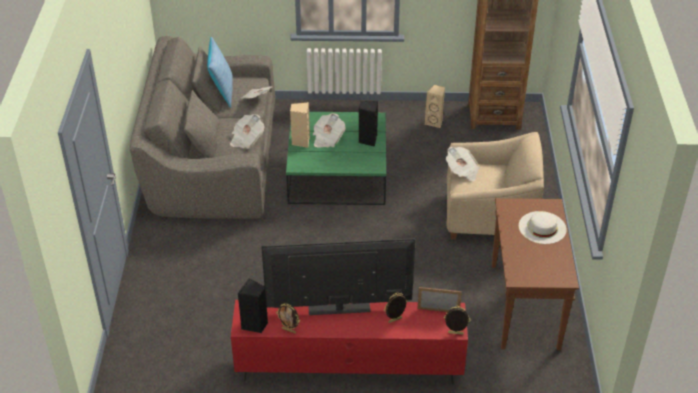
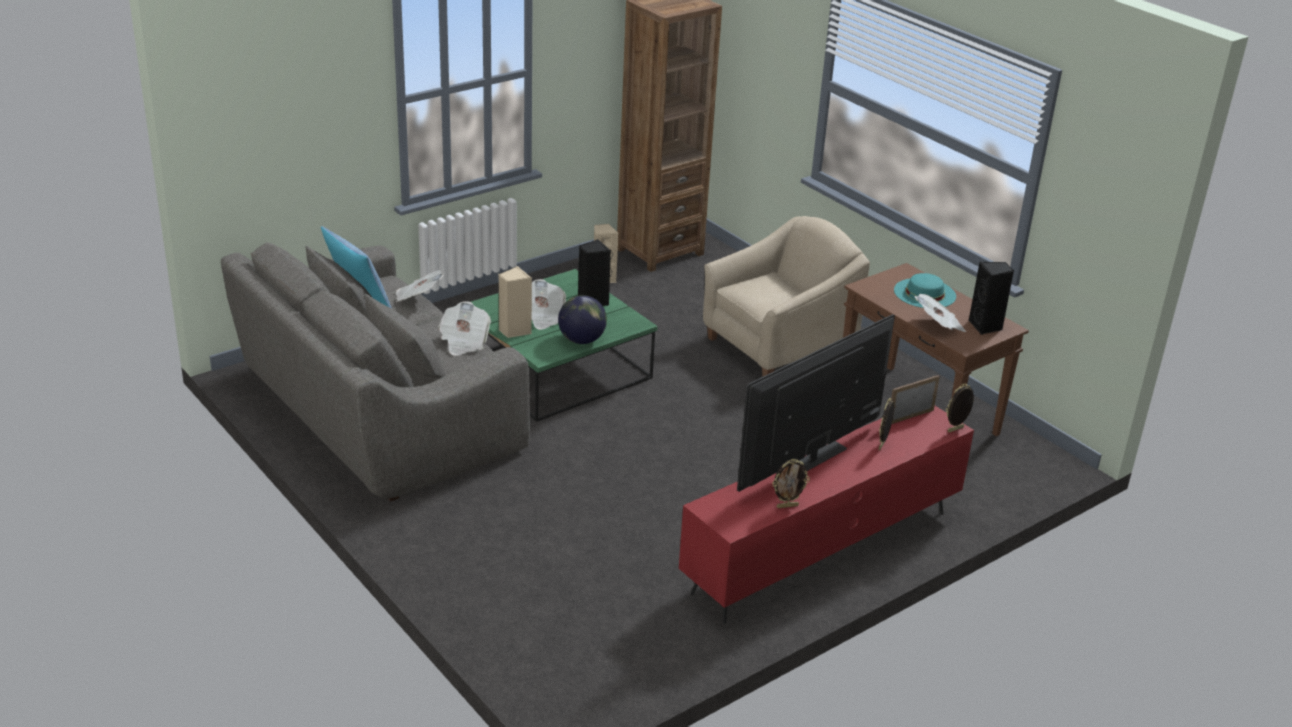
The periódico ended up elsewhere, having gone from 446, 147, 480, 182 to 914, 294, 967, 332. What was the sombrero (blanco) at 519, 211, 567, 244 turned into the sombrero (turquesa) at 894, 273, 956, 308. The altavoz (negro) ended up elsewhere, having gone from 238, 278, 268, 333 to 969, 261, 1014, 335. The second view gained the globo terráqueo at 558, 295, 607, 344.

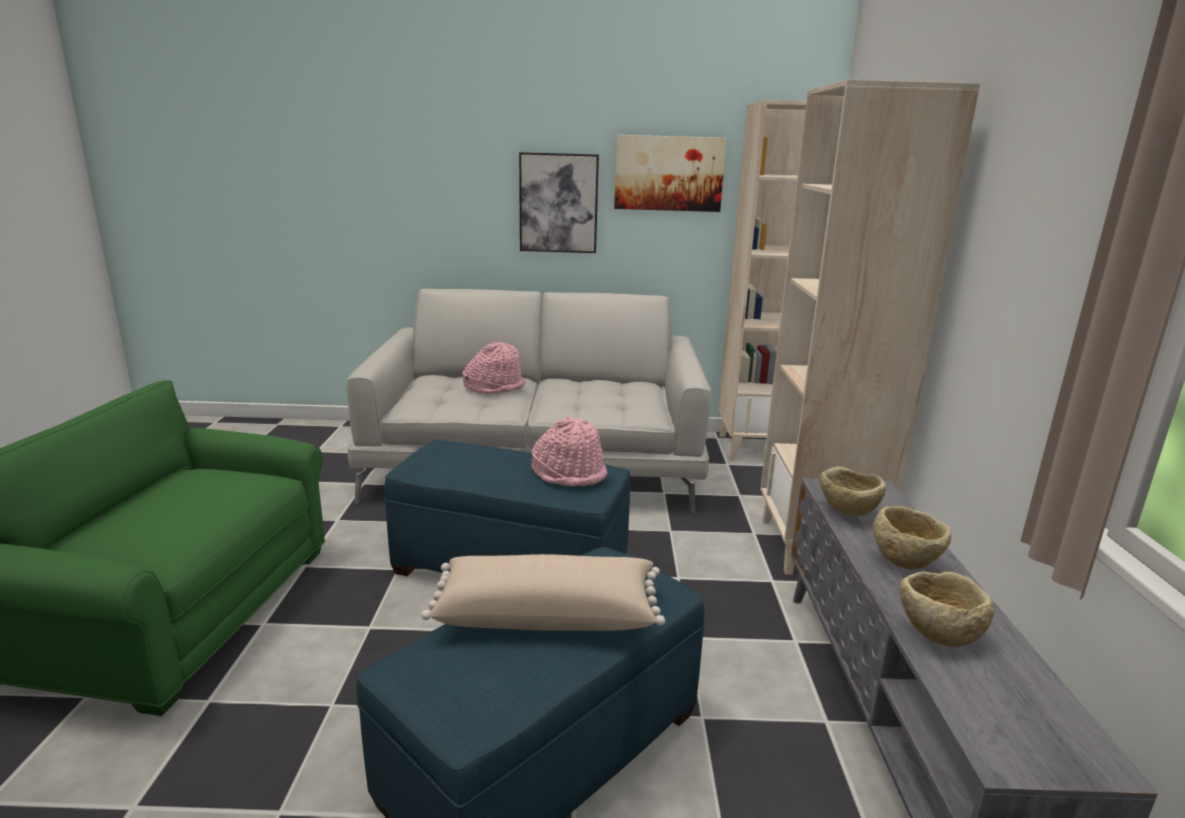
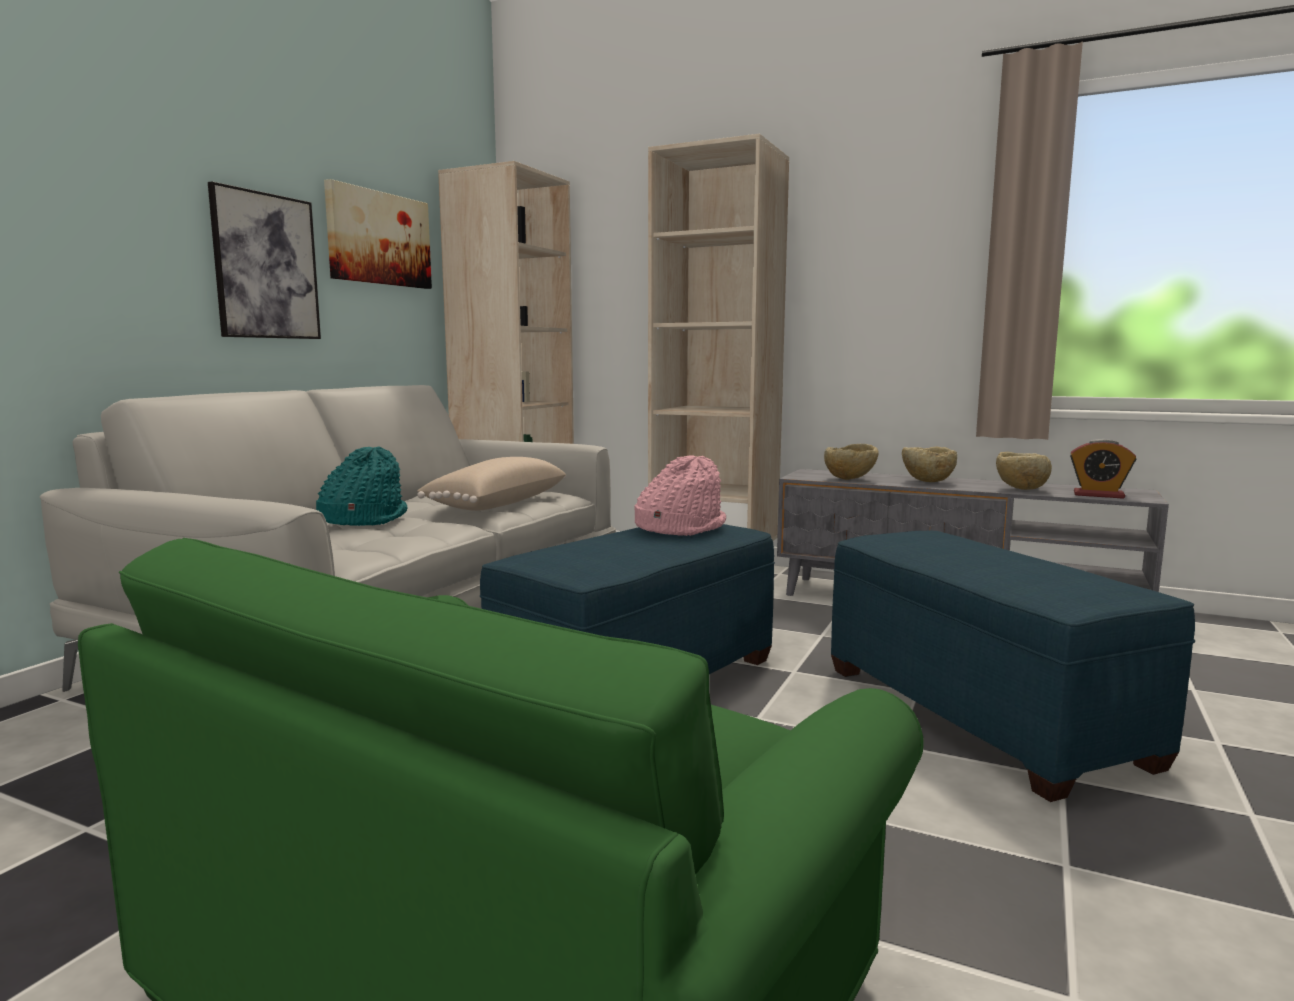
What was the sombrero (rosa) at 463, 342, 525, 394 turned into the sombrero (turquesa) at 316, 447, 408, 526. The cojín (beis) ended up elsewhere, having gone from 421, 554, 665, 631 to 417, 457, 566, 511. The second view gained the despertador at 1070, 439, 1136, 499.

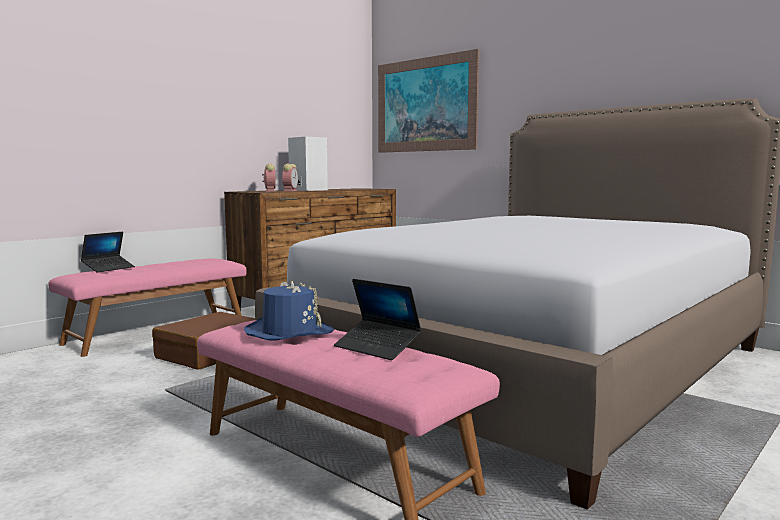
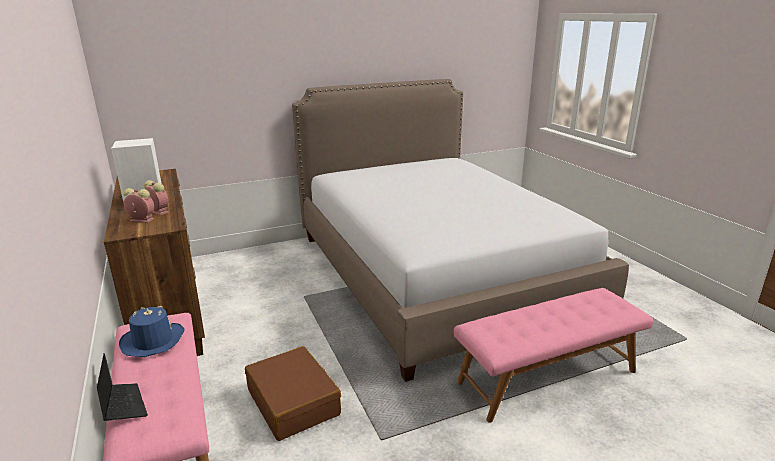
The second view lost the cuadro at 378, 49, 479, 153. The second view lost the portátil at 334, 279, 422, 360. The sombrero (azul) ended up elsewhere, having gone from 244, 280, 334, 341 to 119, 306, 185, 357.

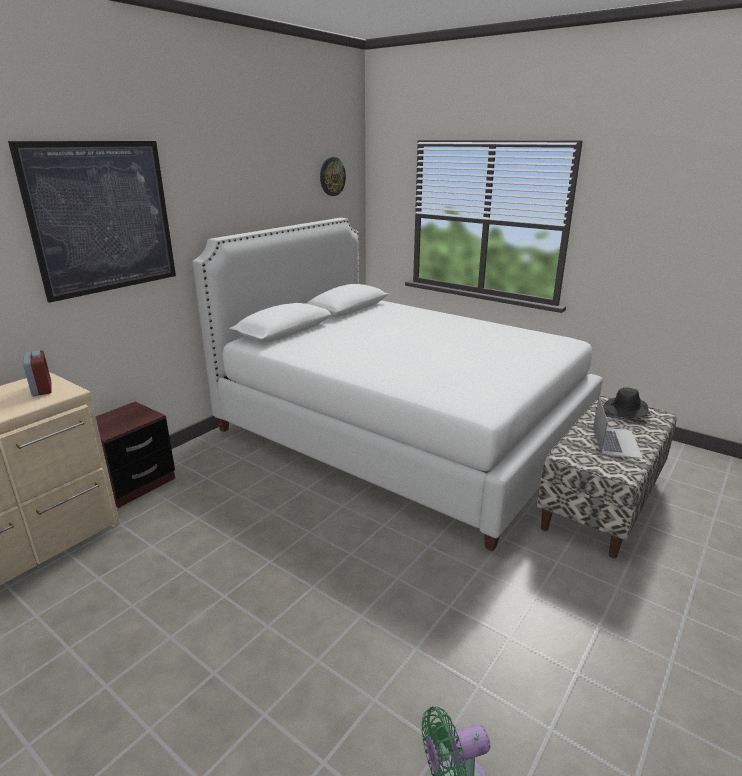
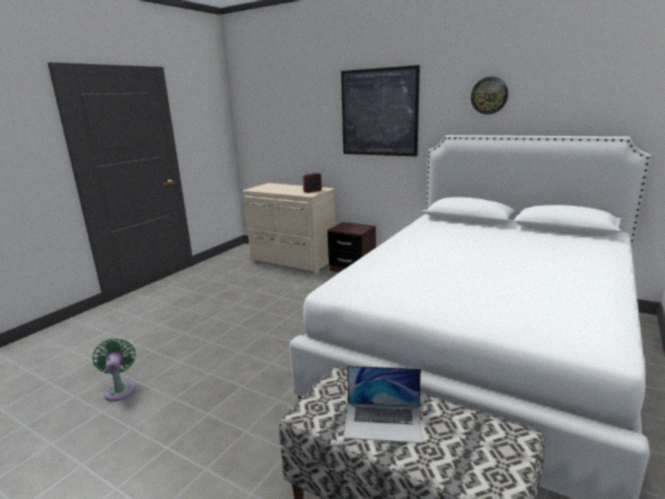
The reloj de pared ended up elsewhere, having gone from 320, 157, 346, 196 to 471, 77, 508, 115. The second view lost the sombrero (negro) at 603, 387, 650, 418.

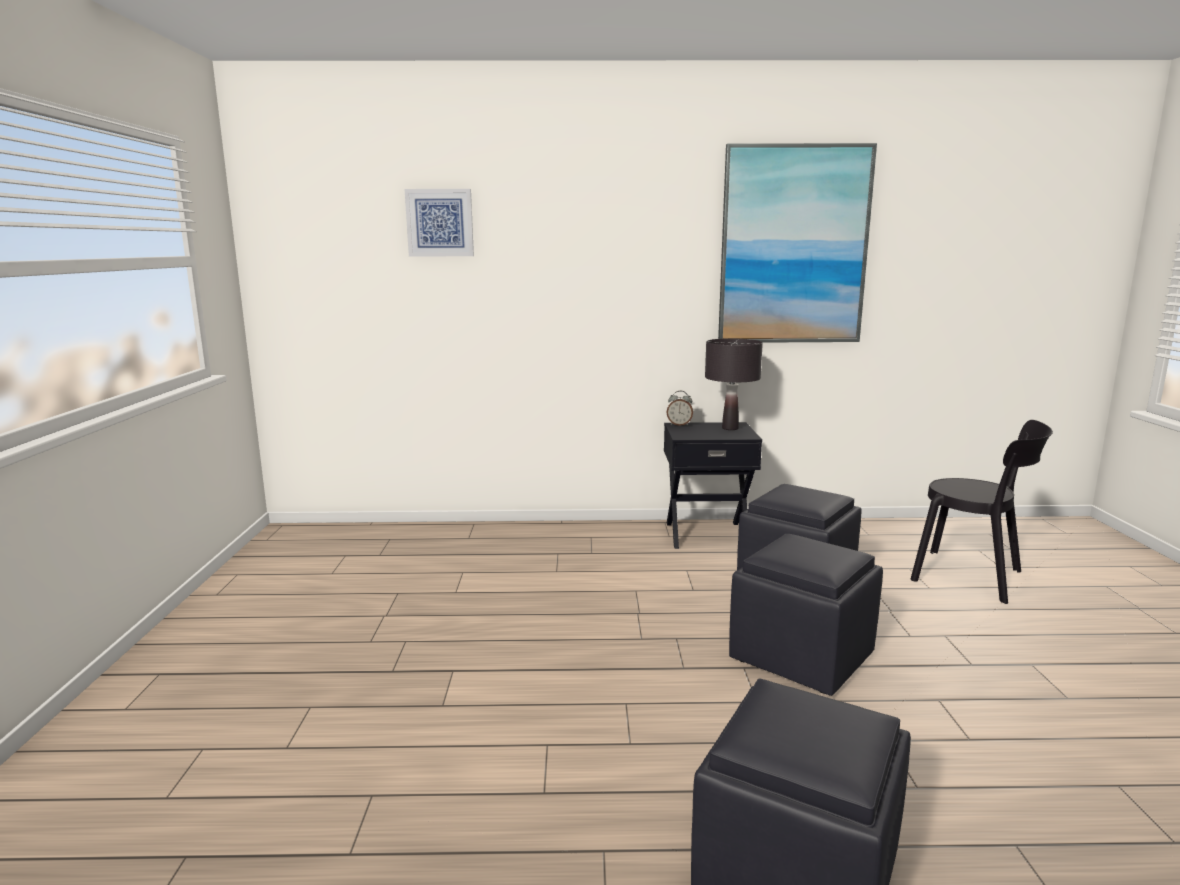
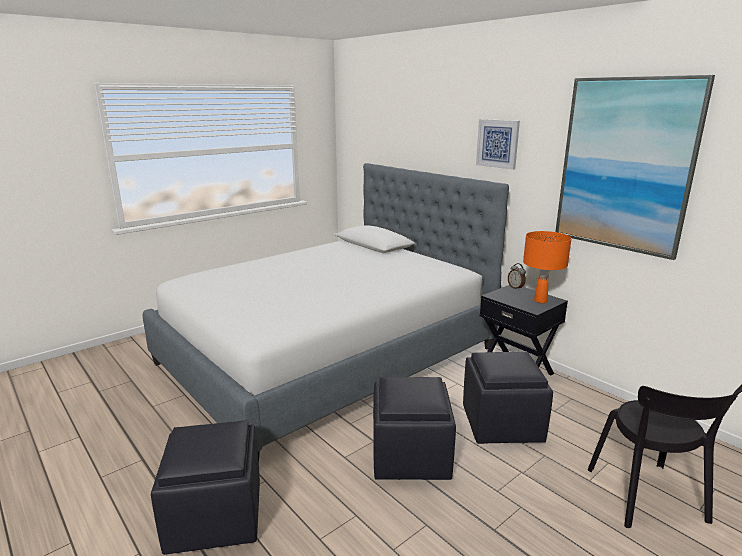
The cuadro ended up elsewhere, having gone from 405, 189, 474, 257 to 476, 119, 520, 170. What was the lámpara de mesa (negro) at 705, 338, 763, 430 turned into the lámpara de mesa (naranja) at 523, 231, 571, 303. The second view gained the cama at 143, 163, 509, 462.

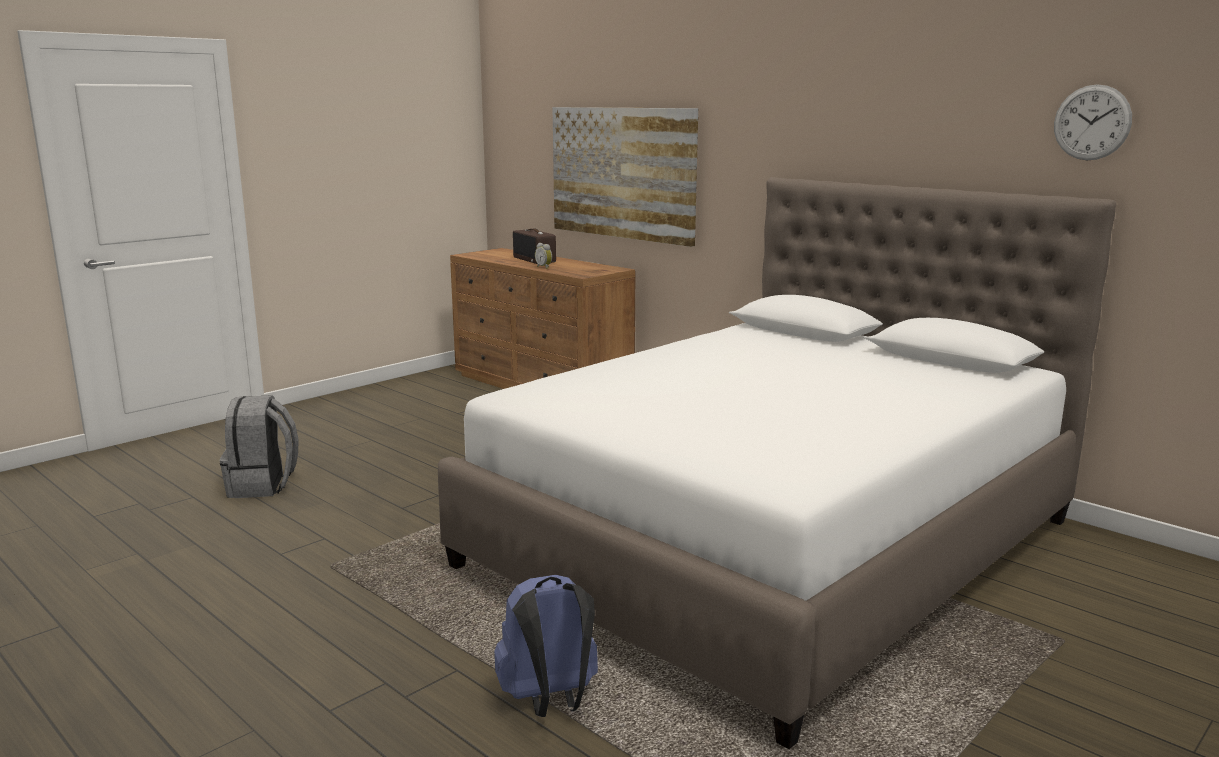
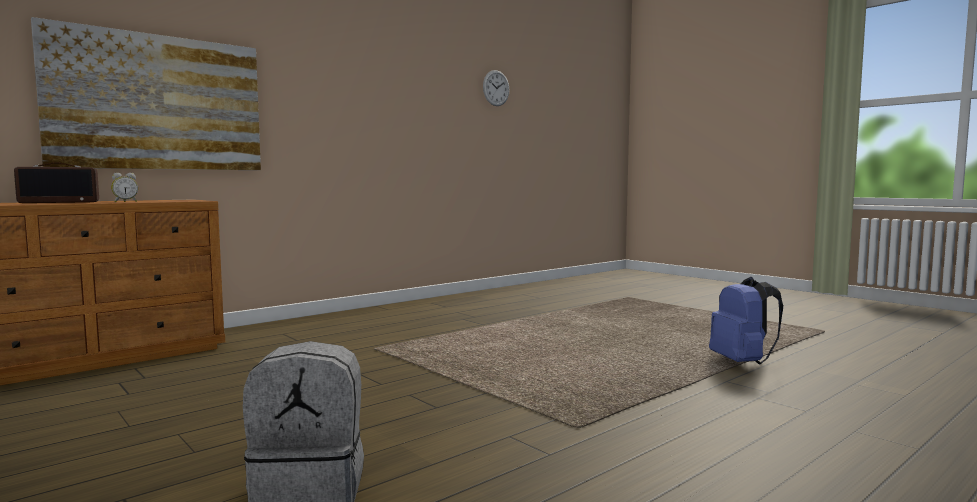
The second view lost the cama (blanco) at 438, 177, 1116, 749.

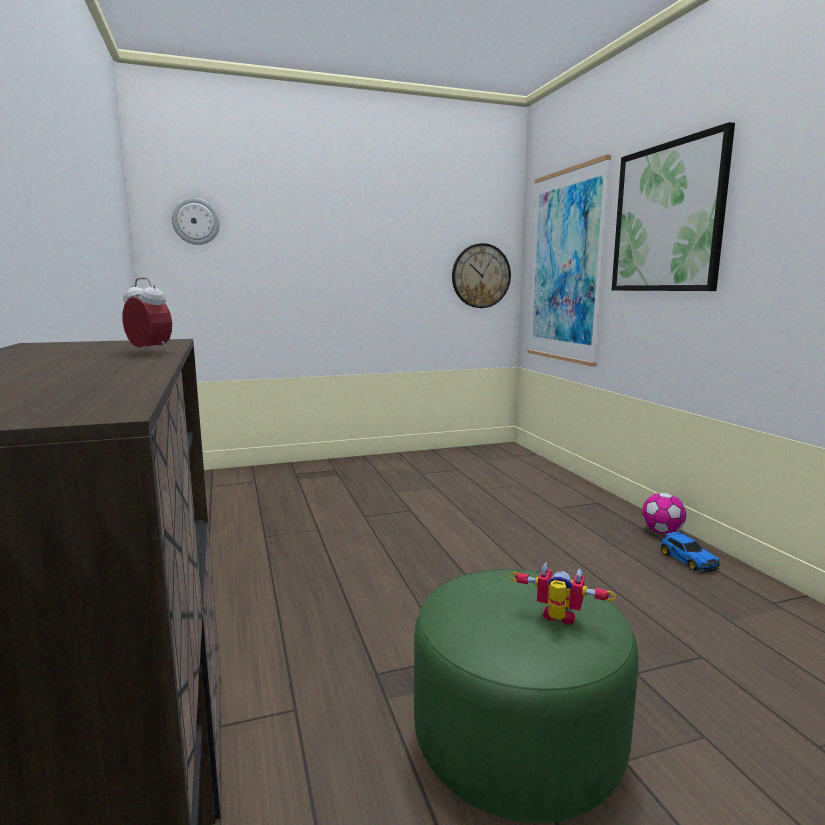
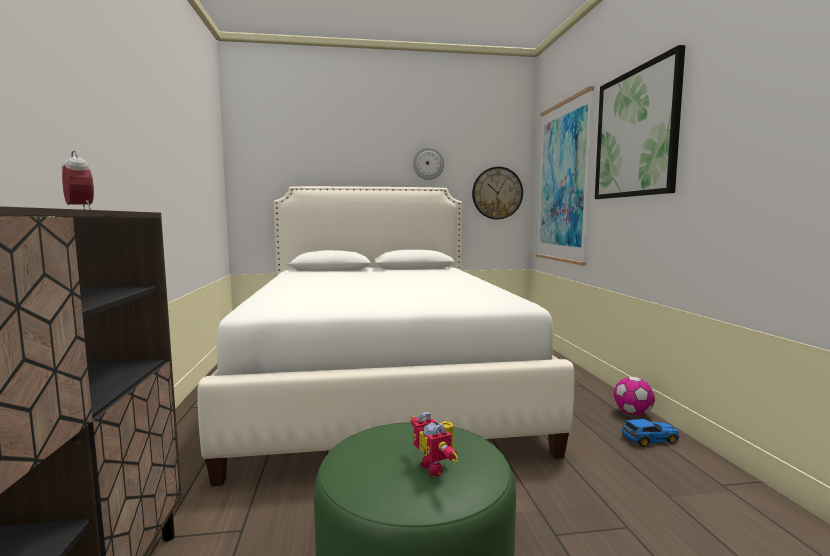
The reloj de pared ended up elsewhere, having gone from 172, 198, 220, 245 to 413, 147, 444, 180. The coche de juguete at 660, 531, 720, 573 ended up facing another way, 90 degrees counterclockwise from before. The robot de juguete at 510, 562, 616, 625 ended up facing another way, 150 degrees counterclockwise from before. The second view gained the cama (blanco) at 197, 186, 574, 486.

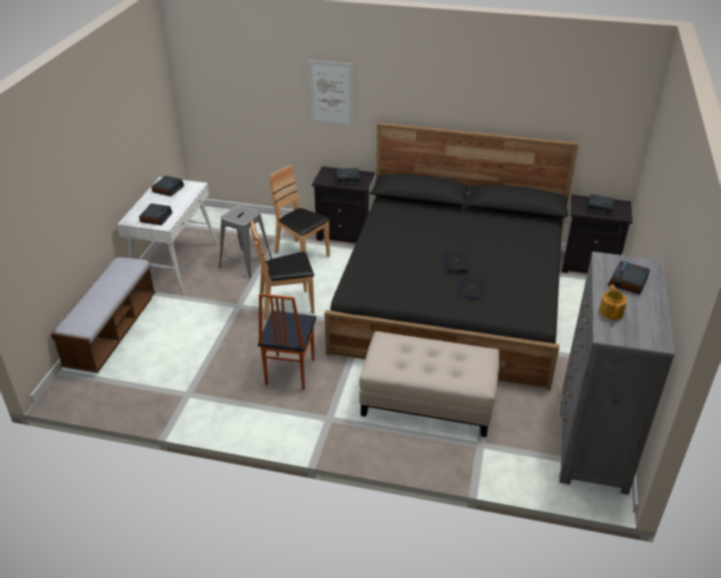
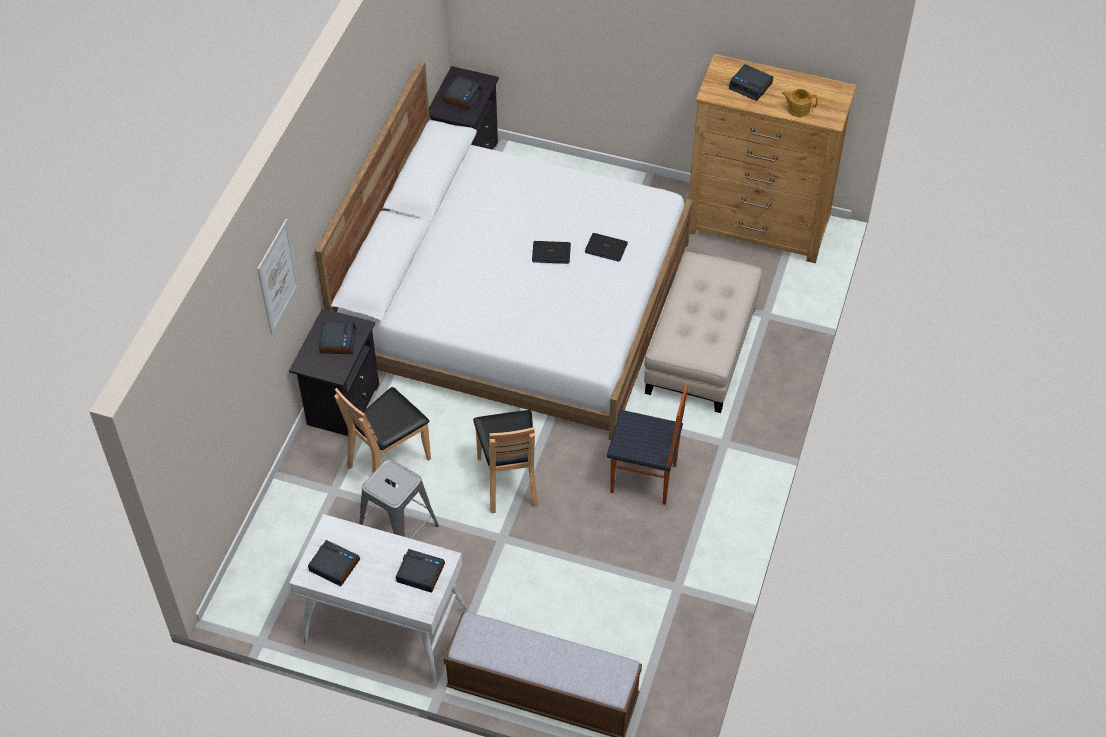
What was the cama (negro) at 324, 122, 578, 390 turned into the cama (blanco) at 315, 61, 693, 440. What was the cómoda (gris) at 559, 252, 675, 495 turned into the cómoda (marrón) at 689, 54, 856, 263.

